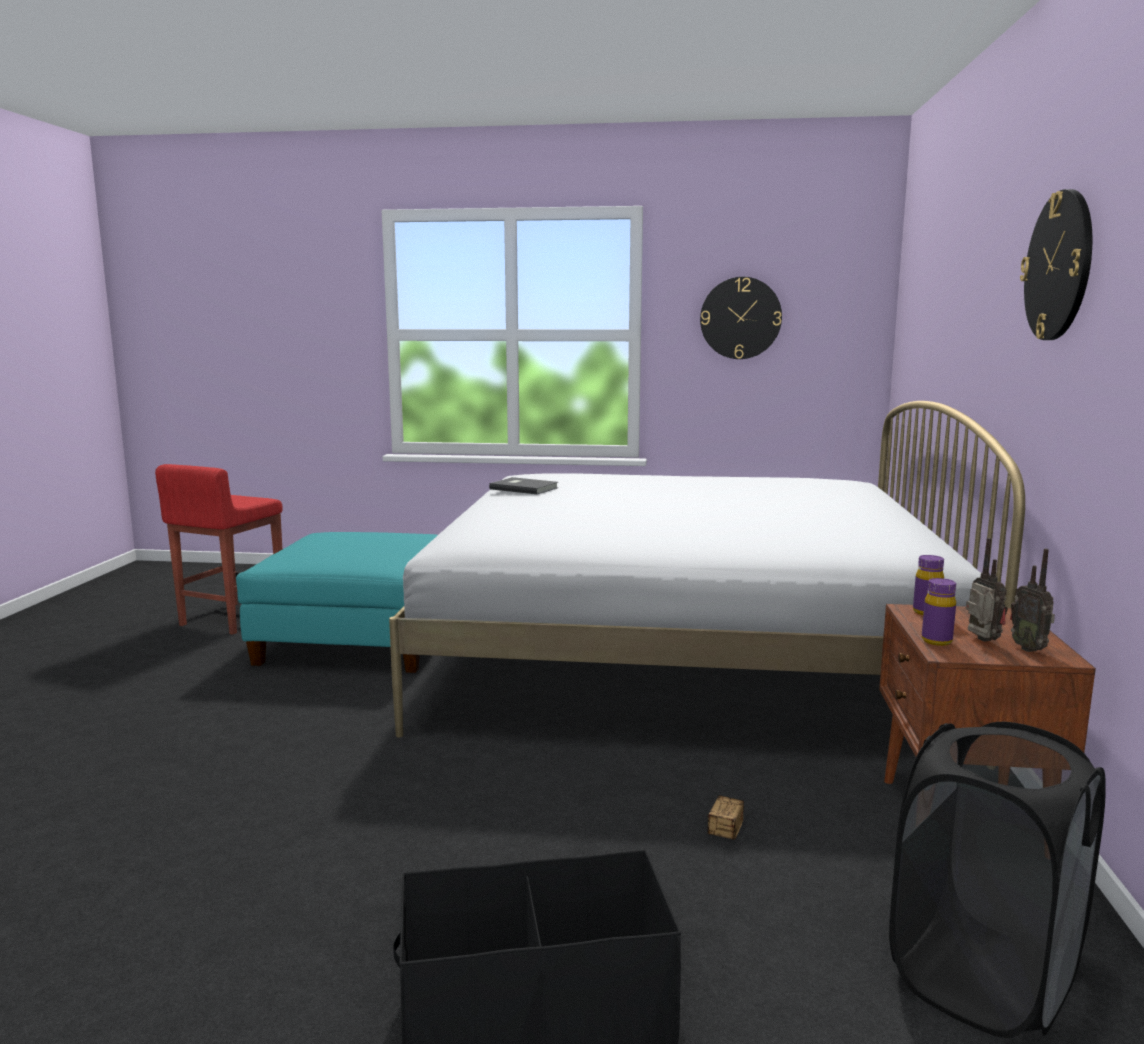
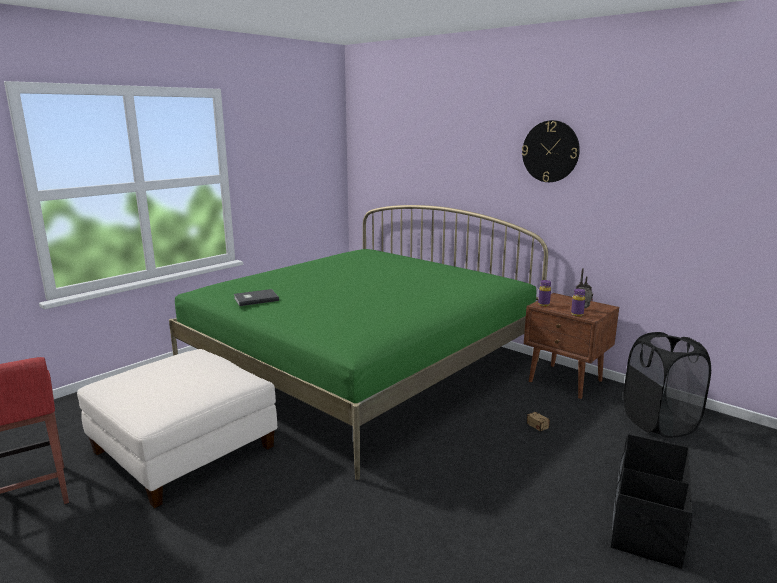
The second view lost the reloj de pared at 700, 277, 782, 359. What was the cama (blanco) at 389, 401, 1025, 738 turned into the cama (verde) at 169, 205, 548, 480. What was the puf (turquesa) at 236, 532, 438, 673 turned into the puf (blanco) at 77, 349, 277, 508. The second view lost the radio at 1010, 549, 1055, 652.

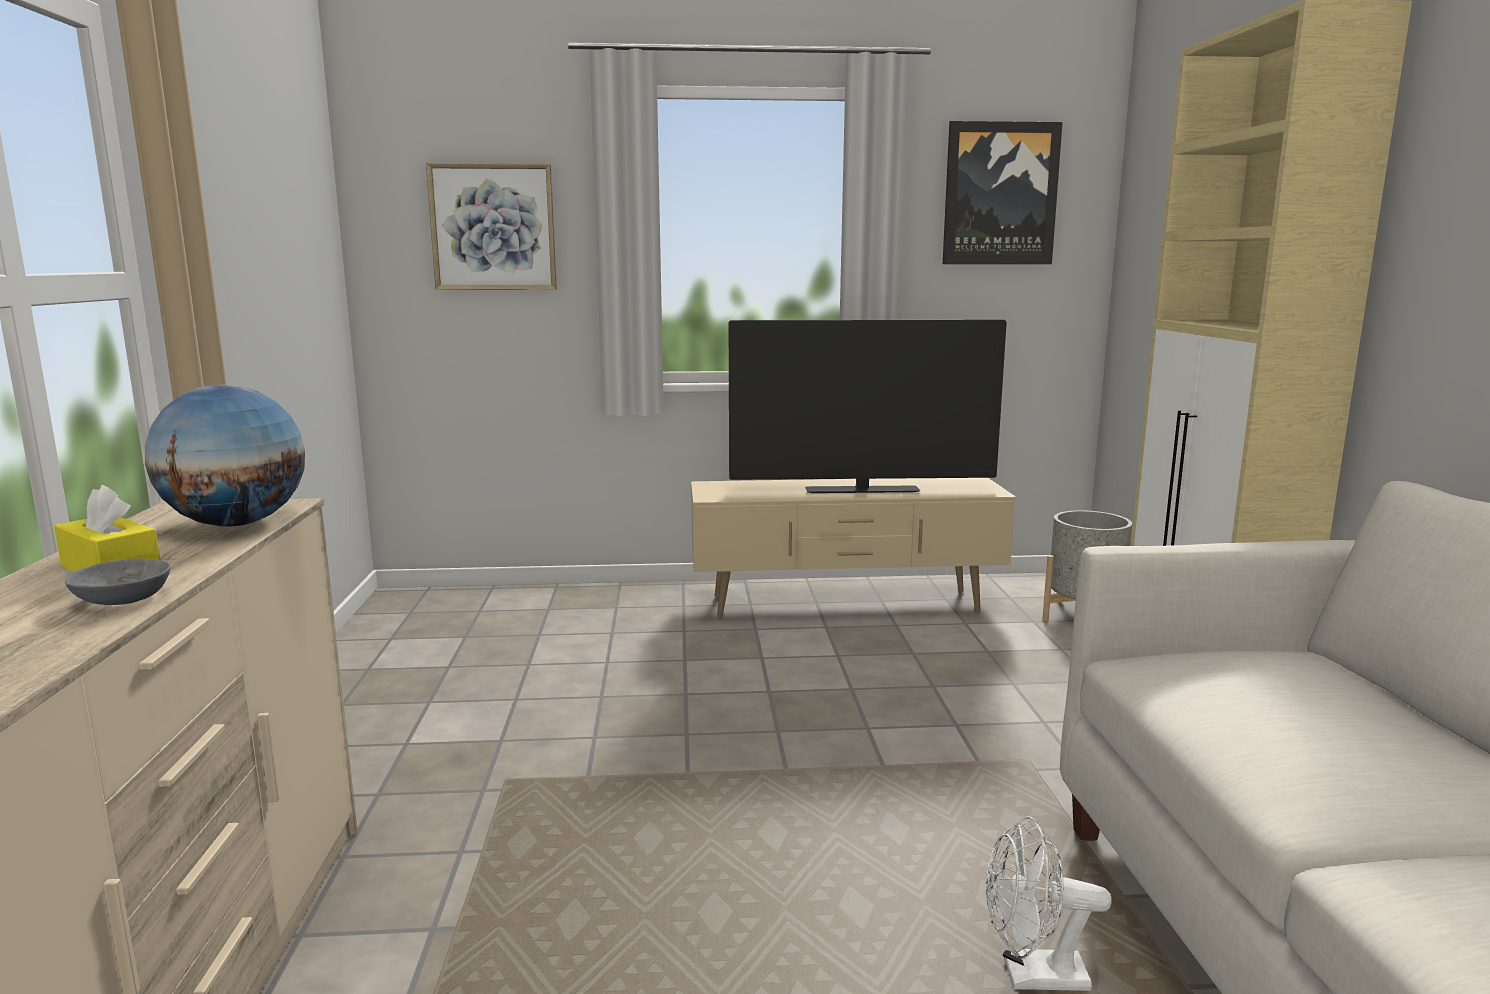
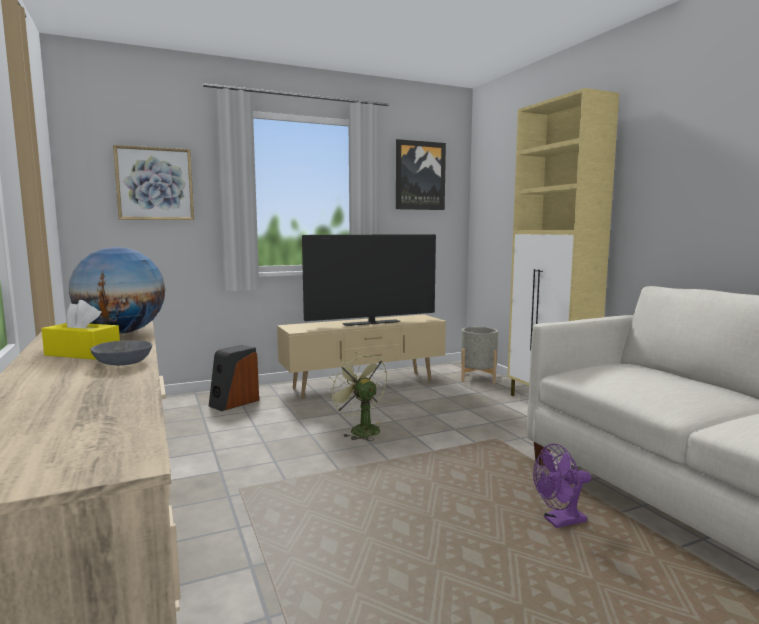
What was the ventilador (blanco) at 986, 816, 1112, 991 turned into the ventilador (morado) at 533, 444, 591, 528. The second view gained the altavoz at 208, 345, 259, 411. The second view gained the ventilador (verde) at 328, 352, 387, 441.

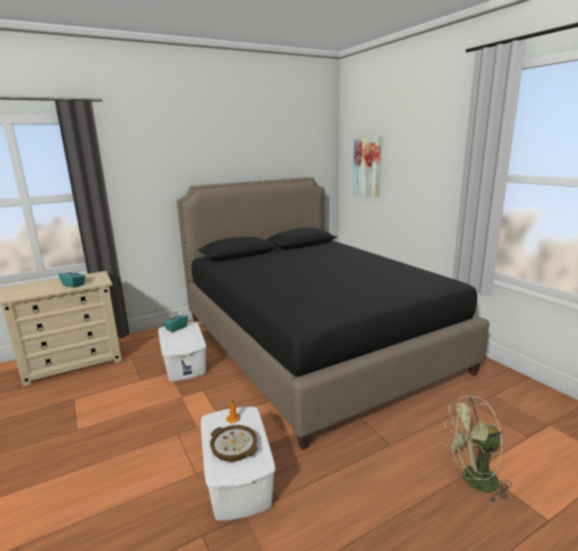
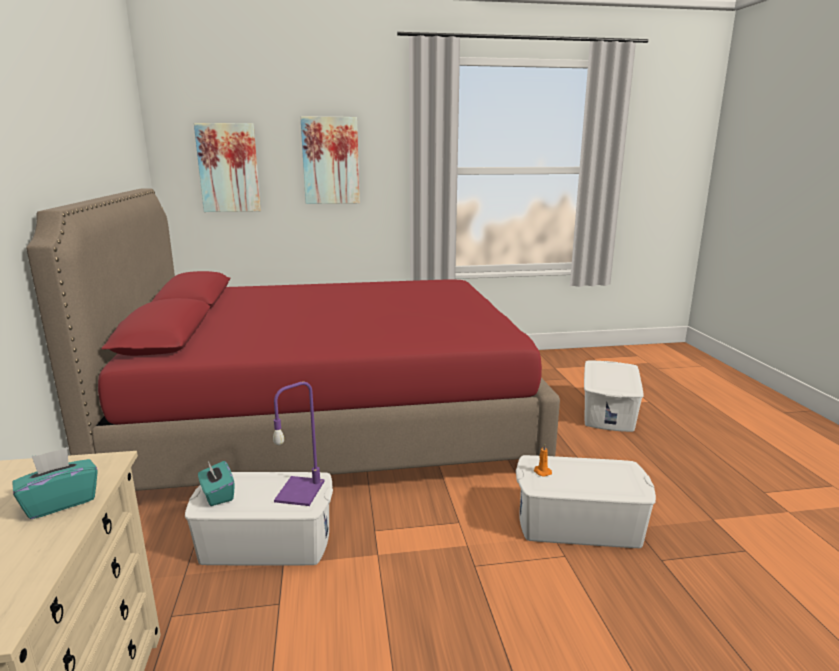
What was the cama (negro) at 177, 177, 489, 450 turned into the cama (rojo) at 26, 188, 560, 491. Where the ventilador (verde) stood at 444, 396, 512, 503, the caja de almacenaje (blanco) came to stand at 584, 360, 643, 432. The second view lost the cuenco at 210, 425, 258, 462. The second view gained the cuadro at 300, 116, 360, 204. The second view gained the lámpara de mesa (morado) at 273, 382, 324, 506.

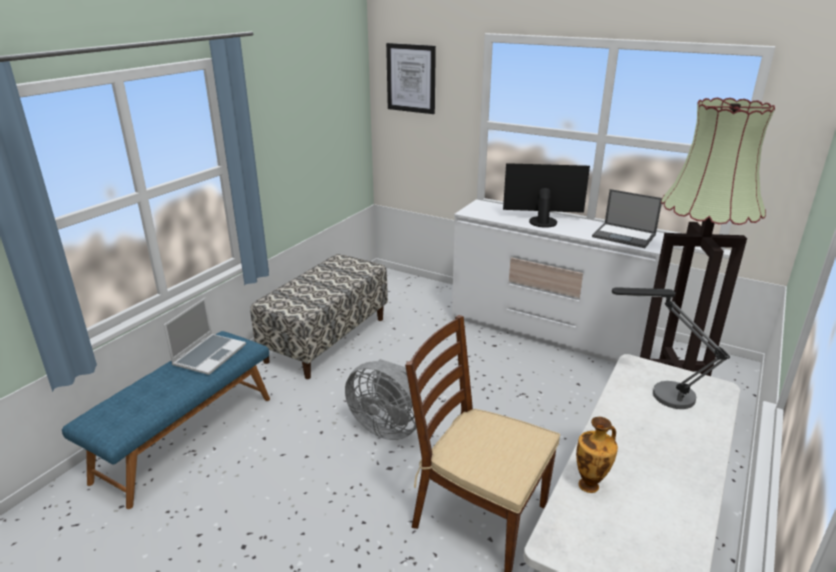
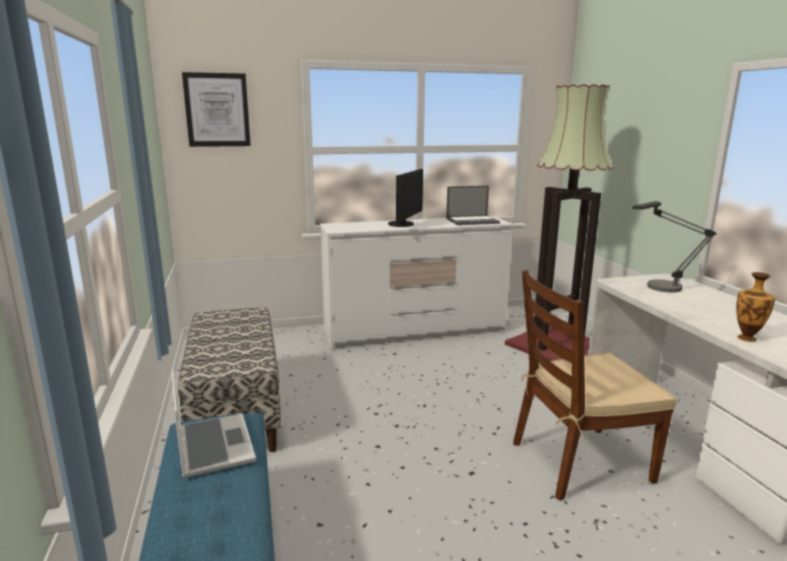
The monitor at 503, 163, 590, 228 ended up facing another way, 150 degrees clockwise from before. The second view lost the ventilador (gris) at 345, 359, 416, 440.

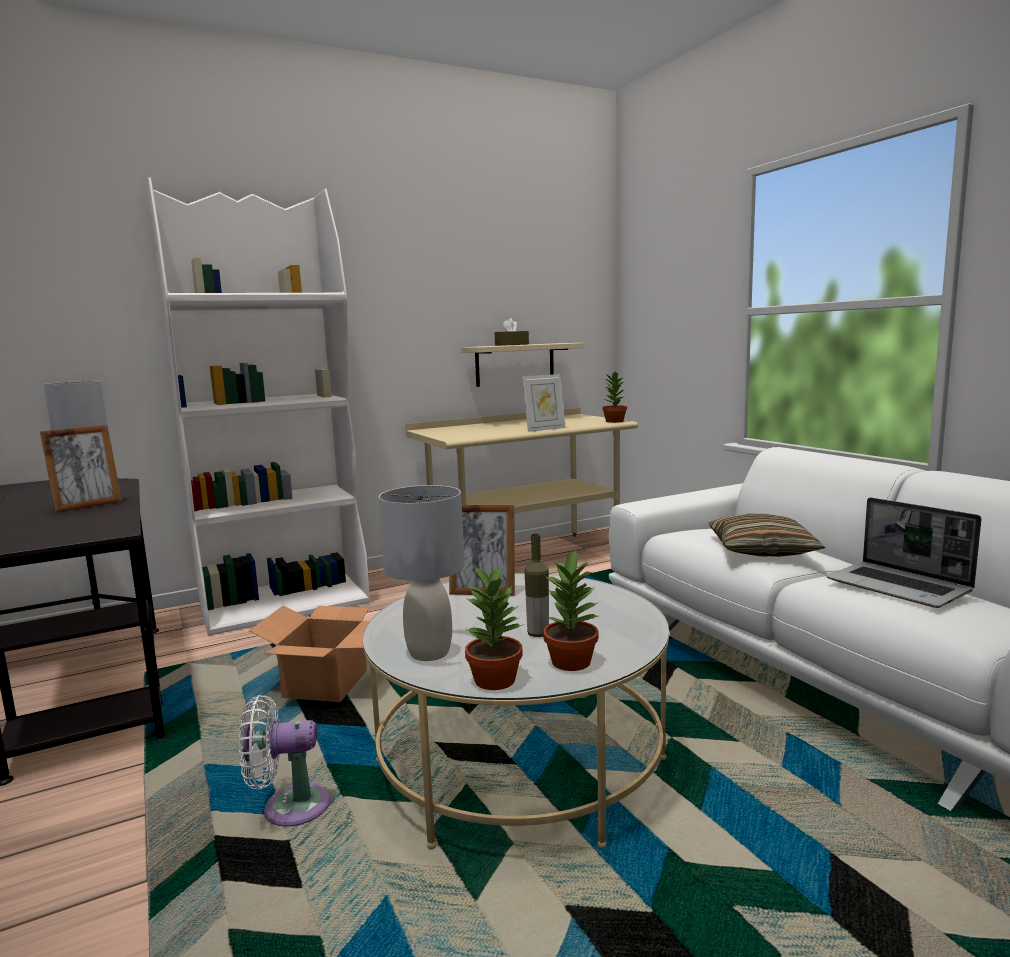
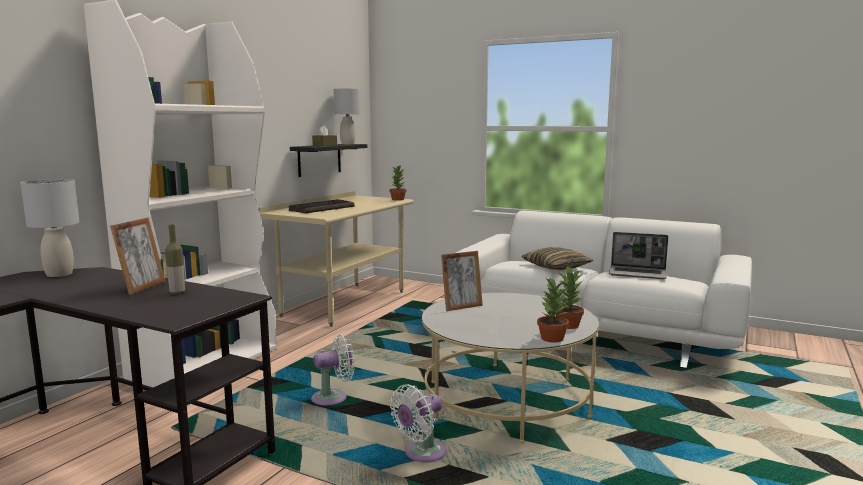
What was the estante (beis) at 461, 343, 585, 387 turned into the estante (negro) at 290, 144, 368, 177. The second view lost the portarretratos at 522, 374, 566, 432. The lámpara de mesa (gris) ended up elsewhere, having gone from 379, 485, 465, 661 to 333, 89, 360, 144. The botella ended up elsewhere, having gone from 525, 534, 549, 637 to 165, 224, 185, 295. Where the caja de cartón stood at 249, 605, 370, 702, the ventilador (blanco) came to stand at 311, 334, 355, 406. The second view gained the teclado at 289, 199, 355, 213.

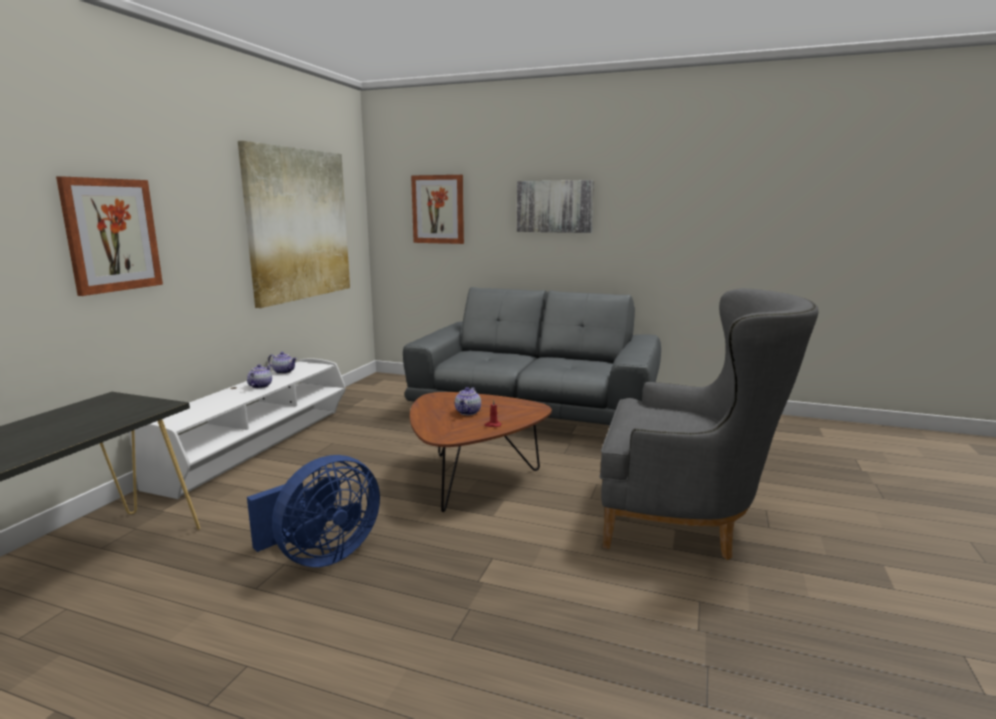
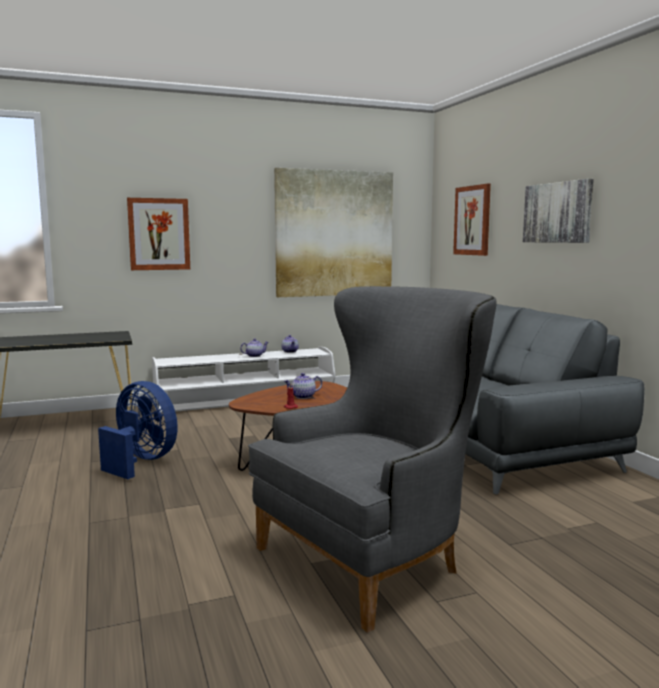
The sillón (gris) at 600, 288, 819, 560 ended up facing another way, 105 degrees counterclockwise from before. The ventilador (azul) at 247, 455, 380, 567 ended up facing another way, 150 degrees counterclockwise from before.

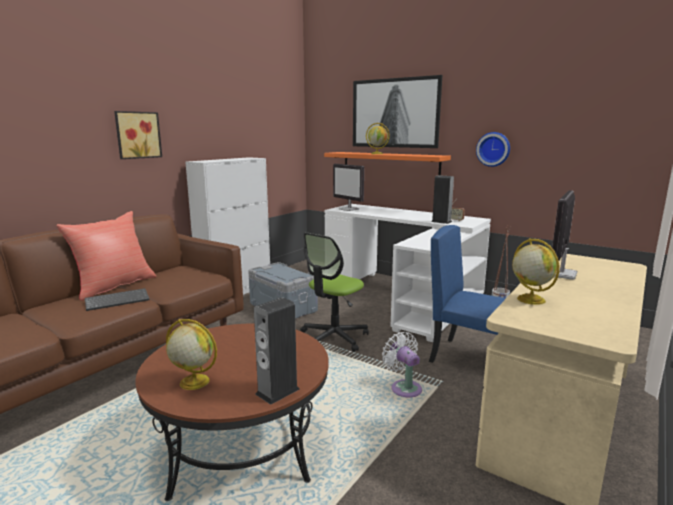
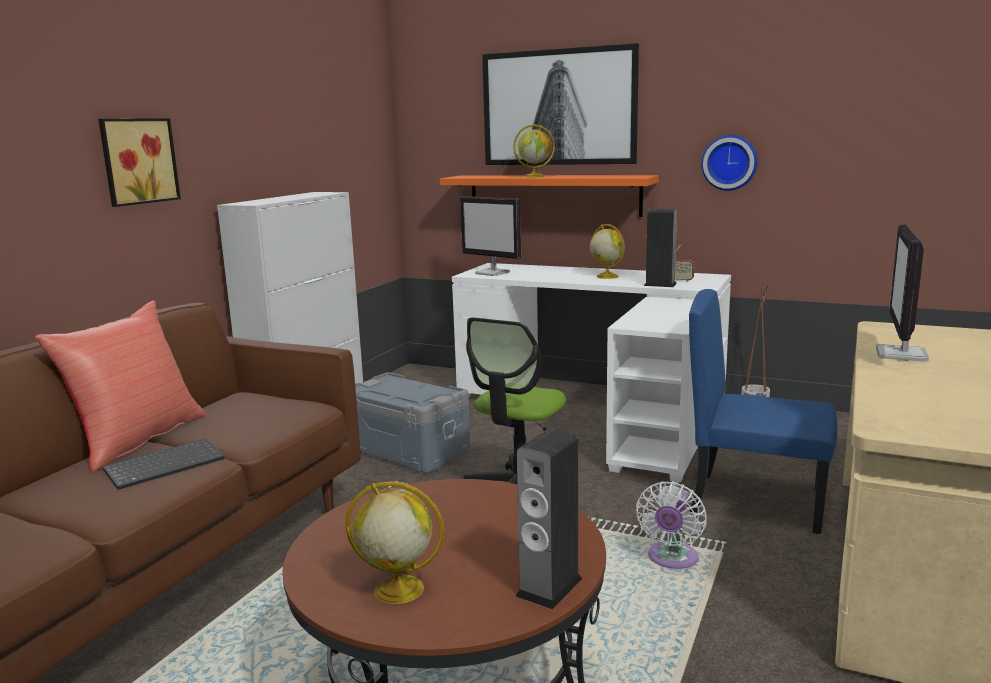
The globo terráqueo ended up elsewhere, having gone from 512, 238, 560, 305 to 590, 224, 625, 279. The ventilador (blanco) at 382, 332, 422, 397 ended up facing another way, 120 degrees counterclockwise from before.

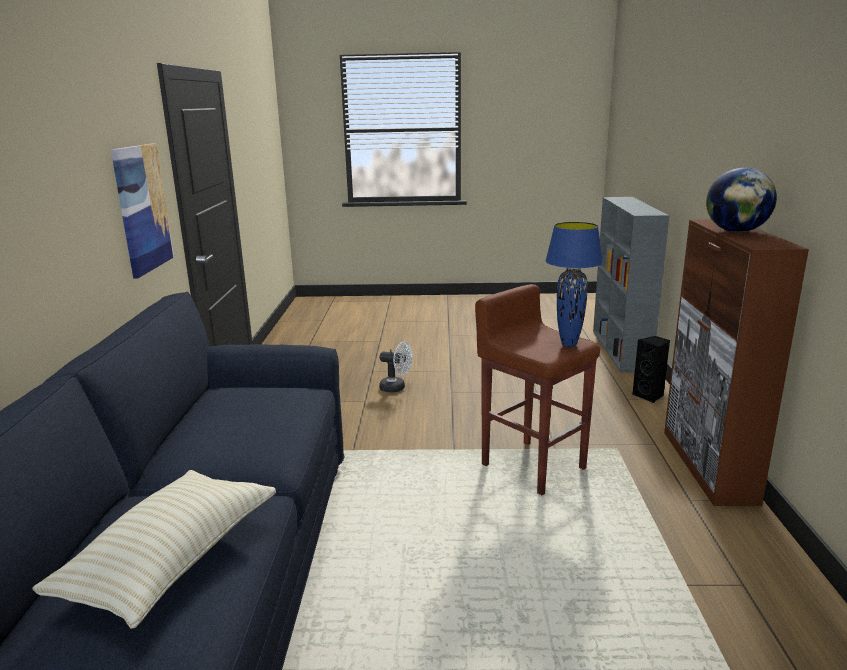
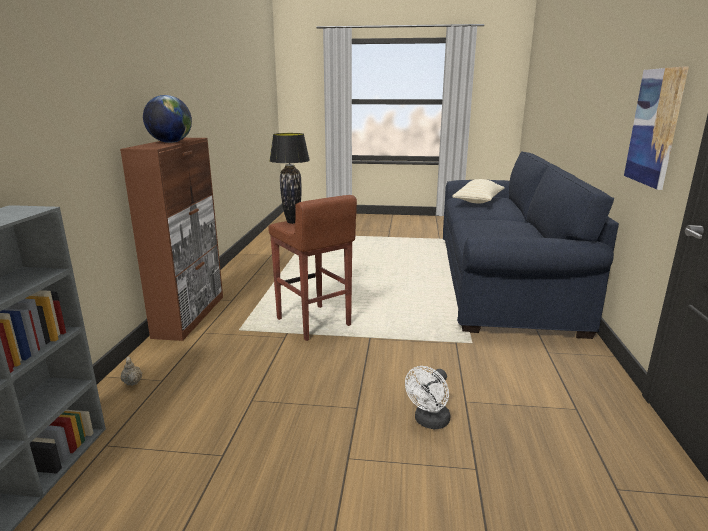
What was the lámpara de mesa (azul) at 545, 222, 603, 347 turned into the lámpara de mesa (negro) at 269, 133, 310, 224. Where the altavoz (negro) stood at 632, 336, 670, 403, the tetera (beis) came to stand at 121, 356, 142, 386. The ventilador (blanco) at 379, 342, 412, 392 ended up facing another way, 75 degrees counterclockwise from before.

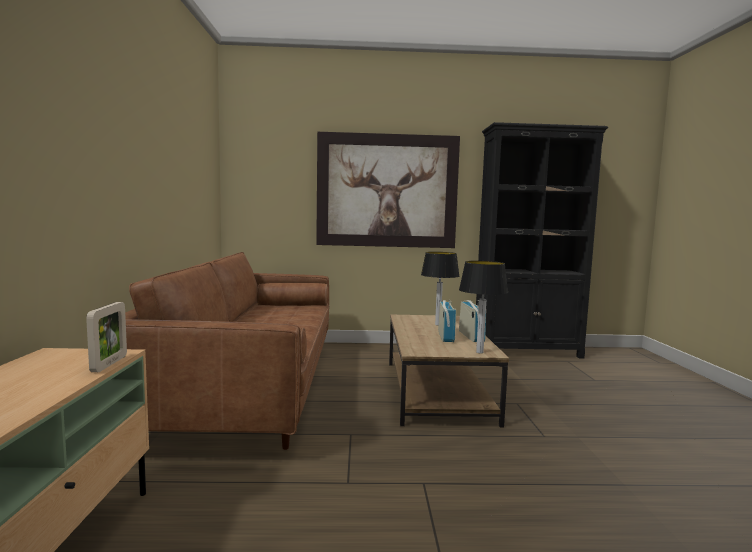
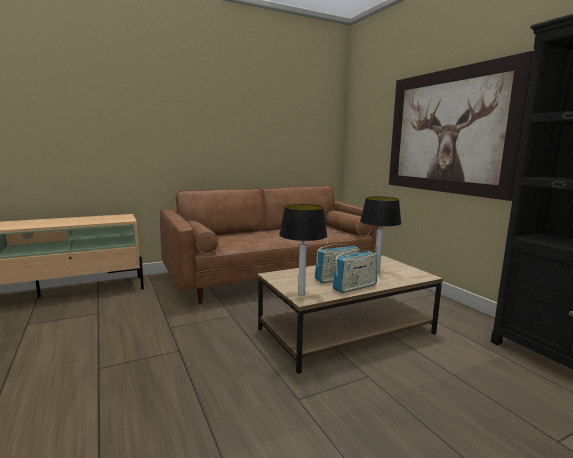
The second view lost the portarretratos at 86, 302, 127, 372.

